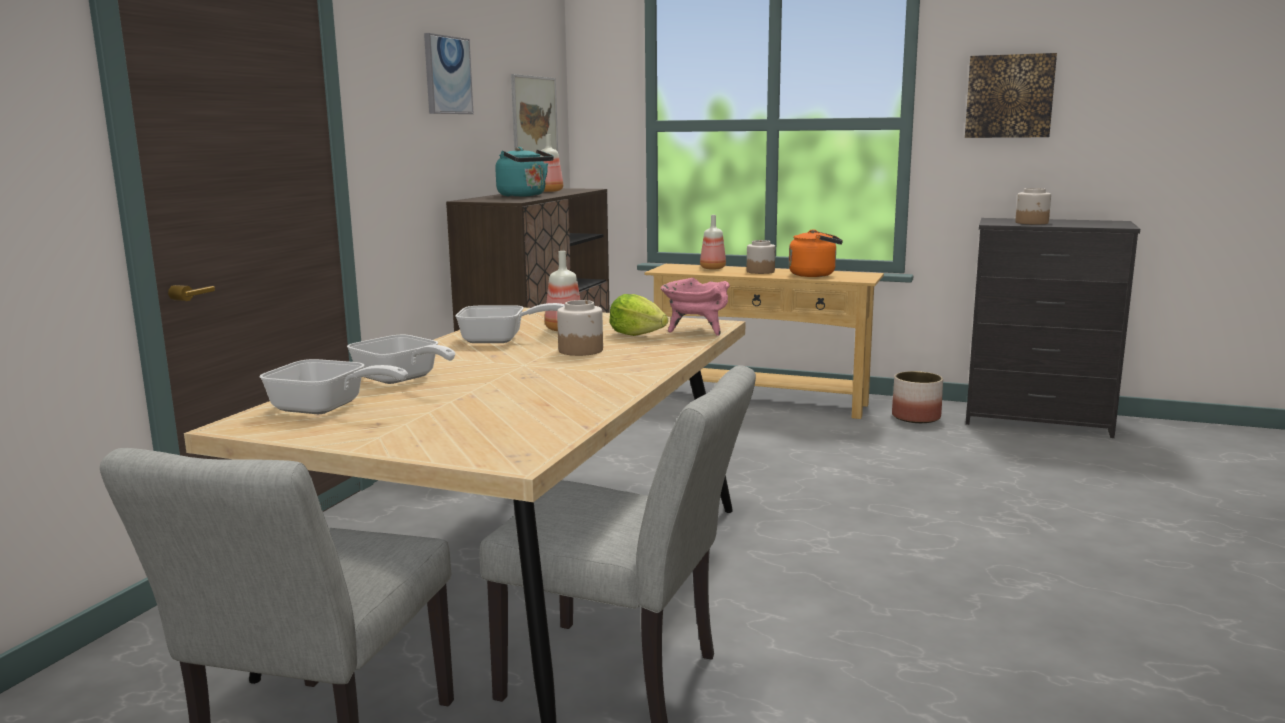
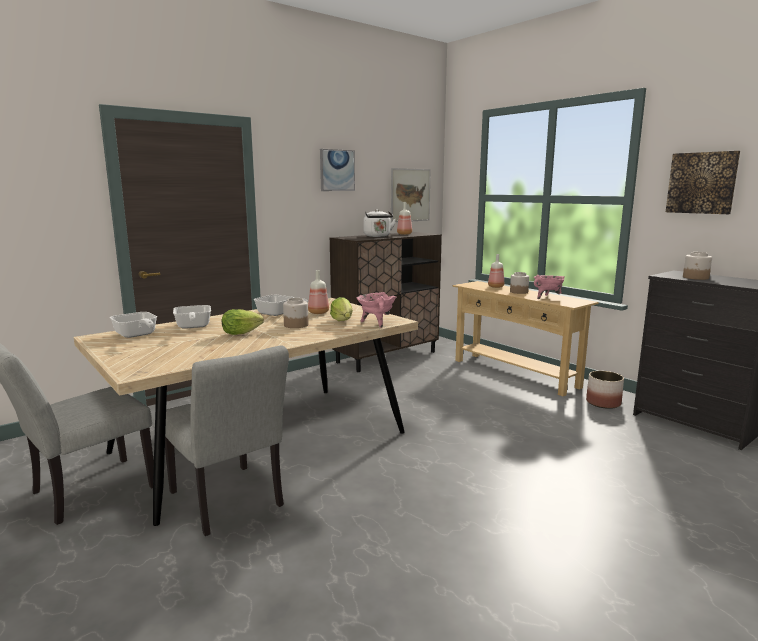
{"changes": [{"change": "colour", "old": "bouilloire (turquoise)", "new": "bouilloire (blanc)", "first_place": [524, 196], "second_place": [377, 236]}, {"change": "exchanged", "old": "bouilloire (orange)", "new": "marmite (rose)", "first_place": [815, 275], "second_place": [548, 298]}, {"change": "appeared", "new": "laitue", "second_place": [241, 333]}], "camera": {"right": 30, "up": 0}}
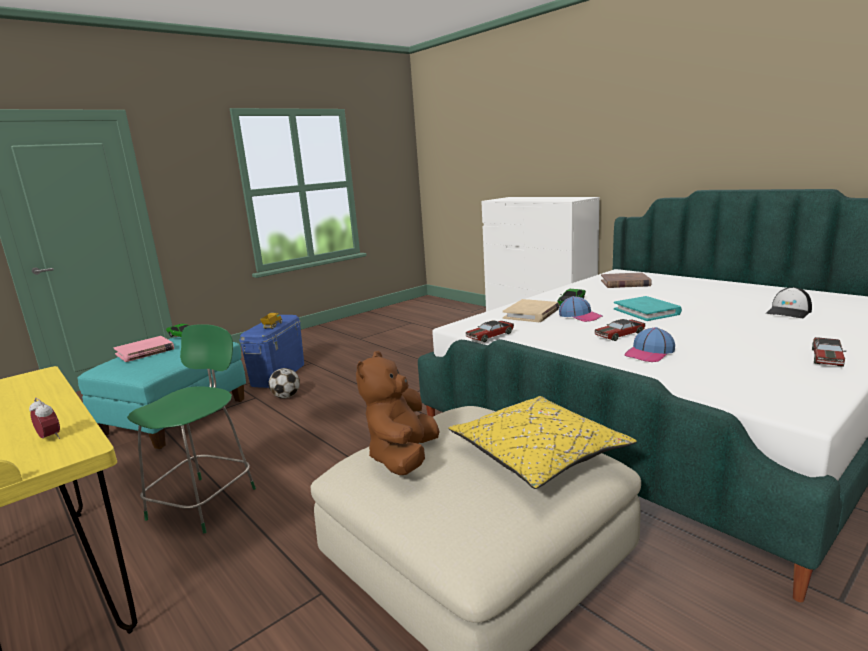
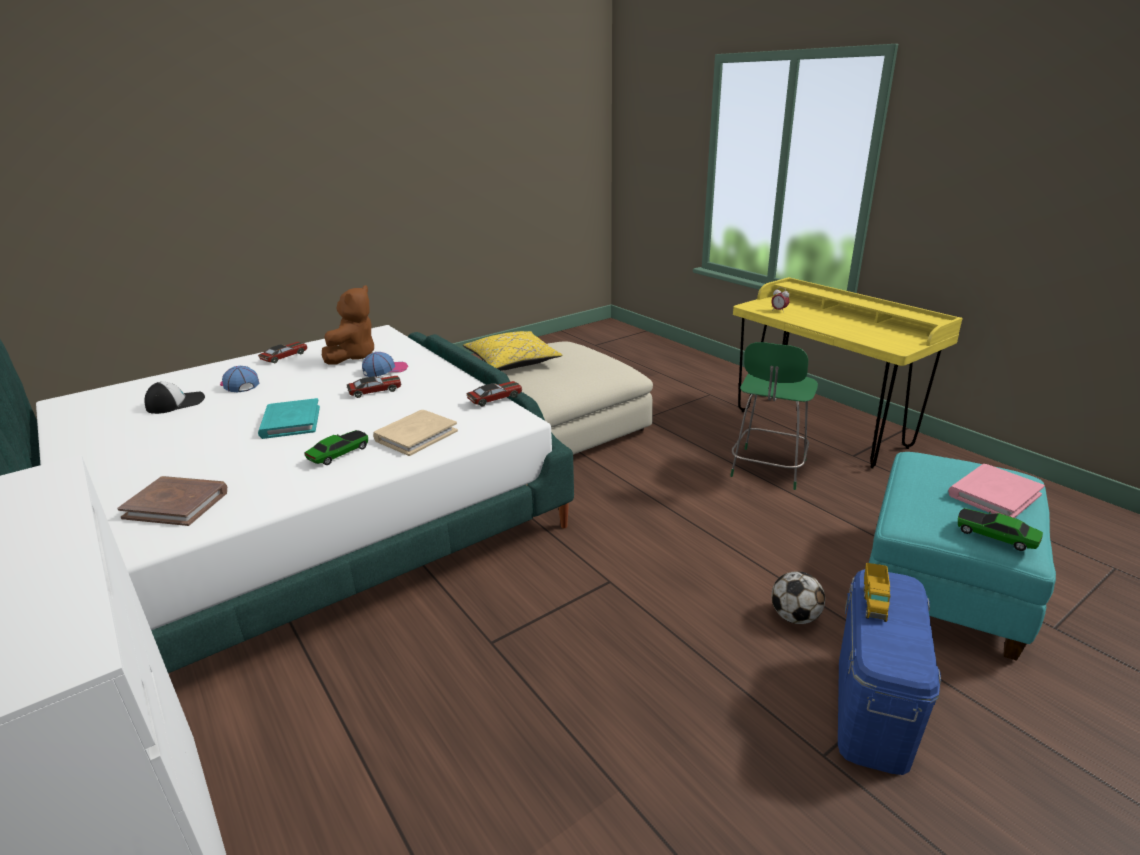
{"changes": [{"change": "relocated", "old": "casquette", "first_place": [580, 316], "second_place": [239, 384]}, {"change": "relocated", "old": "peluche (marron)", "first_place": [403, 458], "second_place": [353, 356]}], "camera": {"right": -175, "up": 10}}
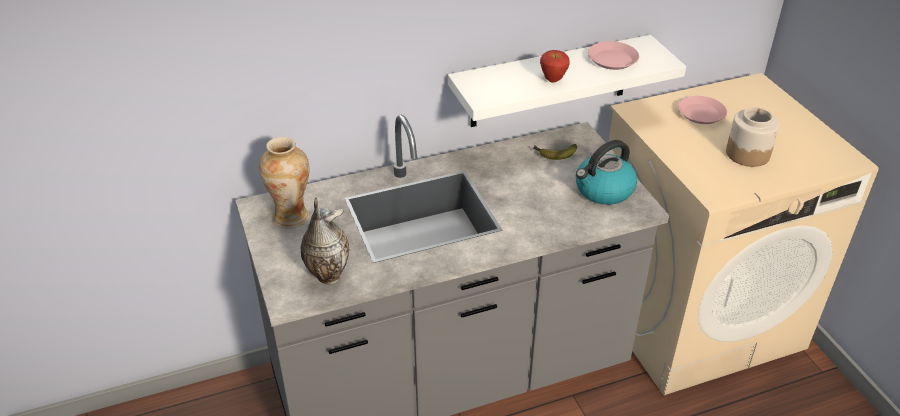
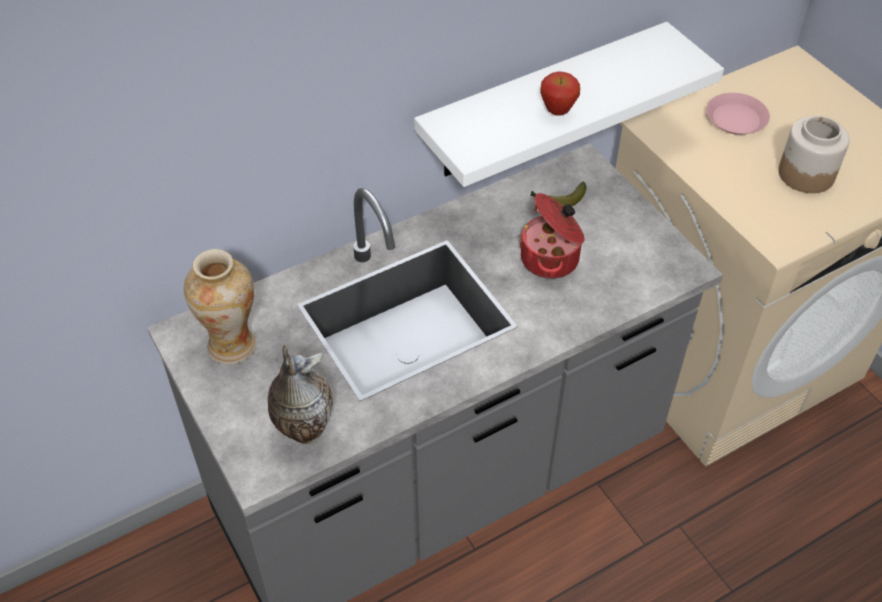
{"changes": [{"change": "missing", "old": "assiette (rose)", "first_place": [612, 59]}, {"change": "missing", "old": "bouilloire", "first_place": [603, 190]}, {"change": "appeared", "new": "marmite", "second_place": [551, 259]}], "camera": {"right": -10, "up": 10}}
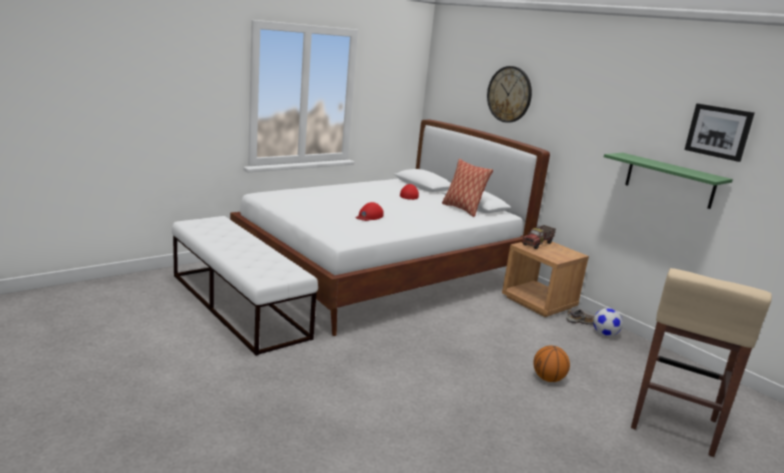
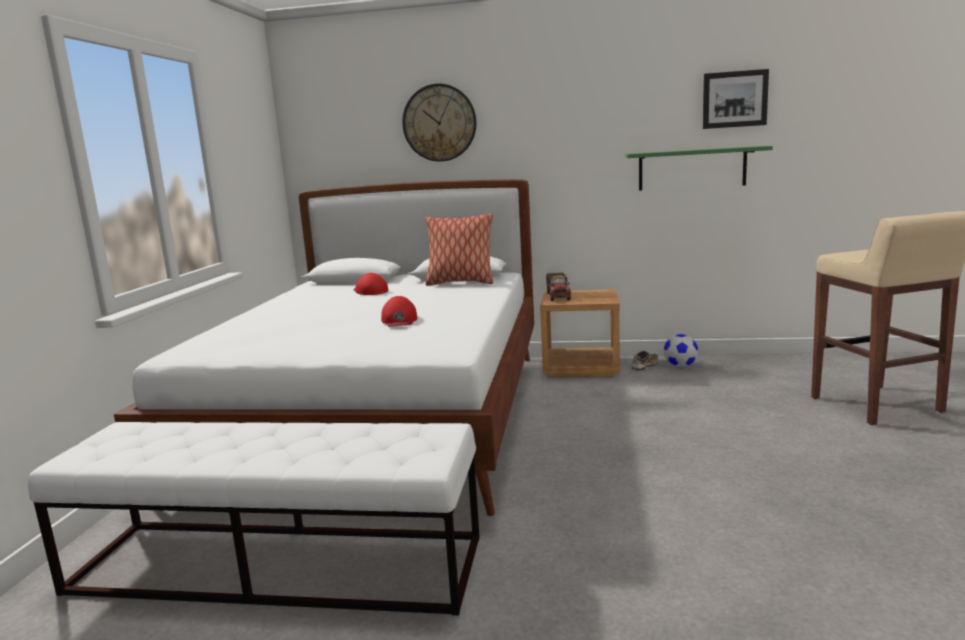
{"changes": [{"change": "missing", "old": "ballon de basket", "first_place": [548, 379]}], "camera": {"right": -40, "up": -5}}
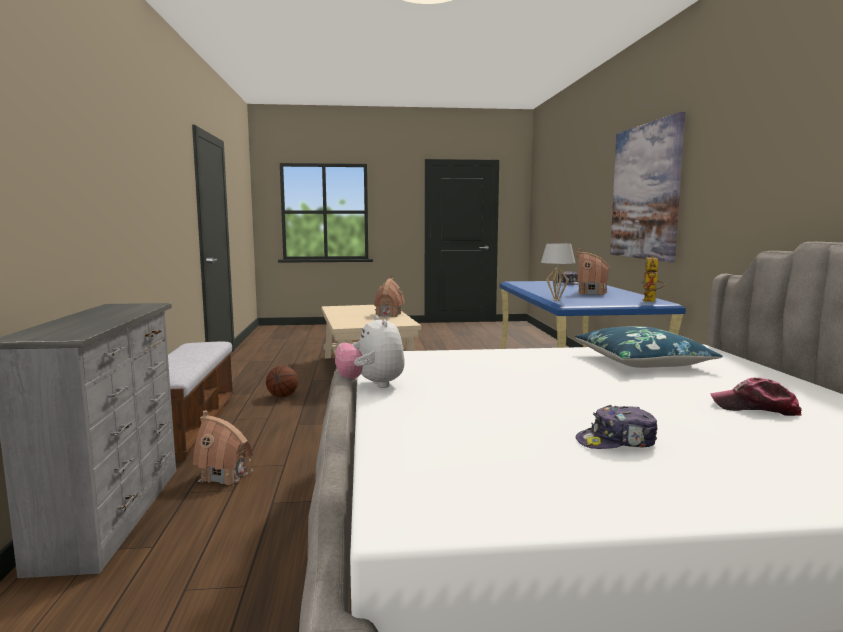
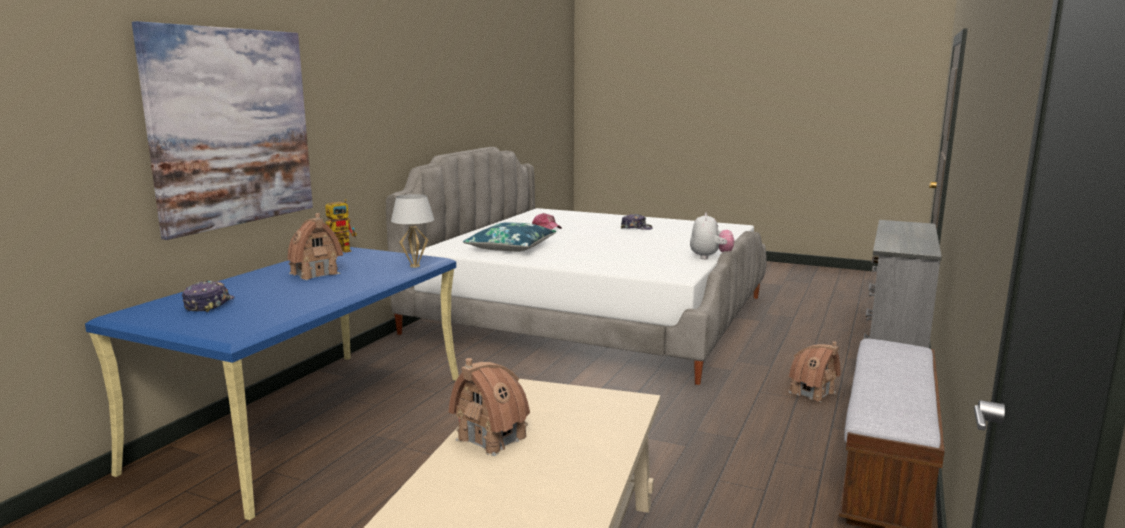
{"changes": [{"change": "missing", "old": "ballon de basket", "first_place": [282, 396]}], "camera": {"right": -150, "up": 5}}
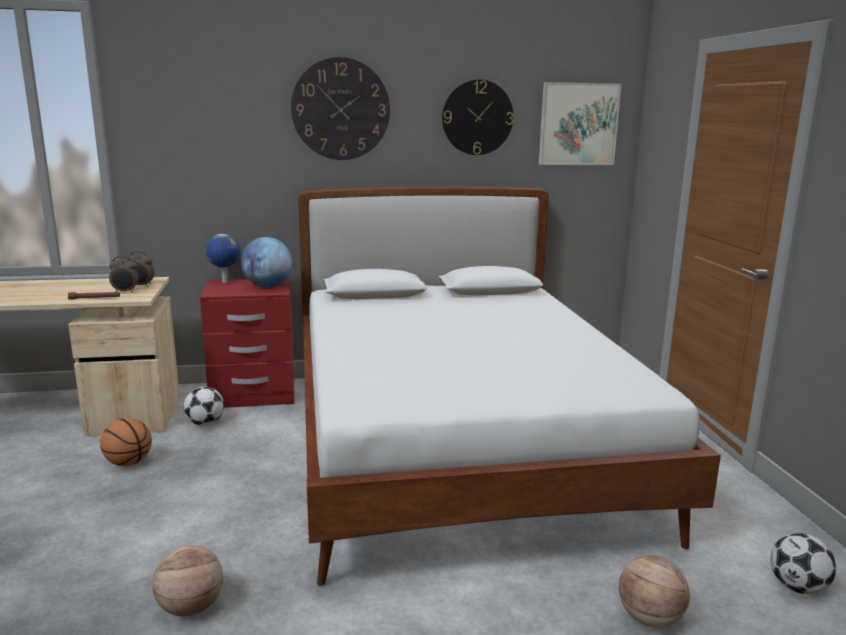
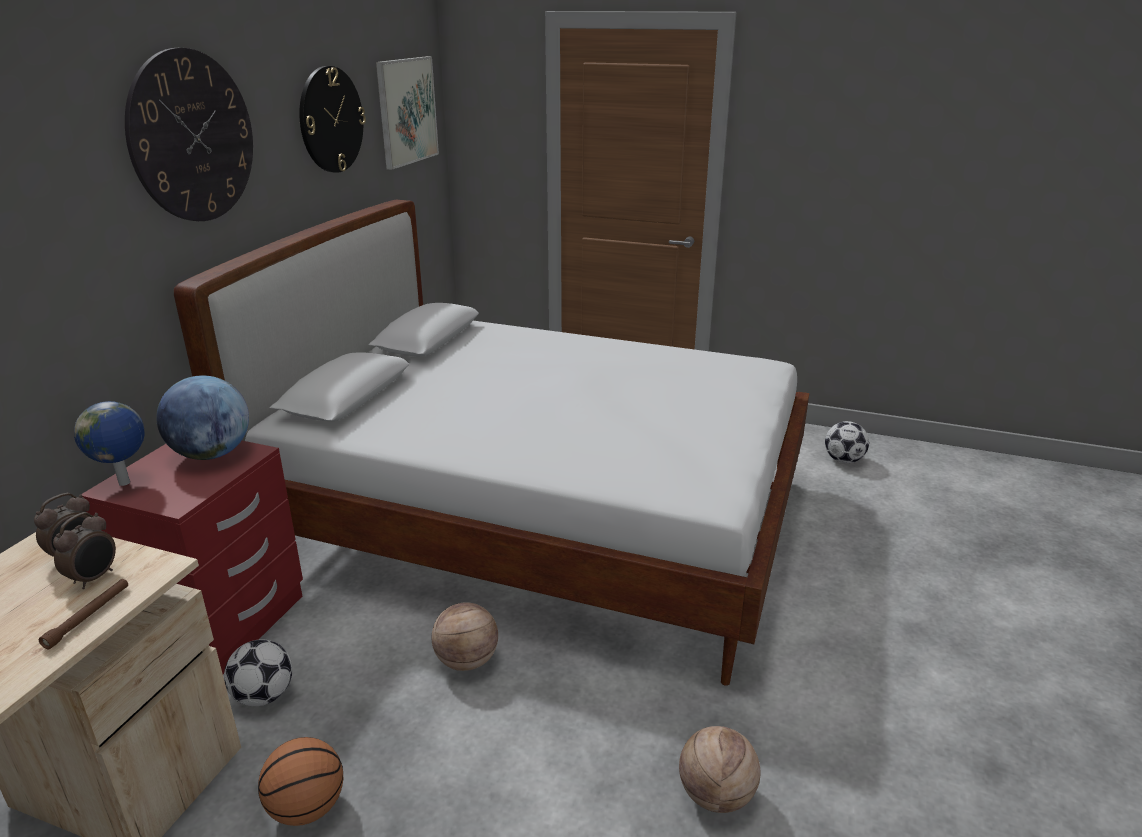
{"changes": [{"change": "relocated", "old": "ballon de basket", "first_place": [649, 618], "second_place": [466, 661]}], "camera": {"right": -60, "up": 10}}
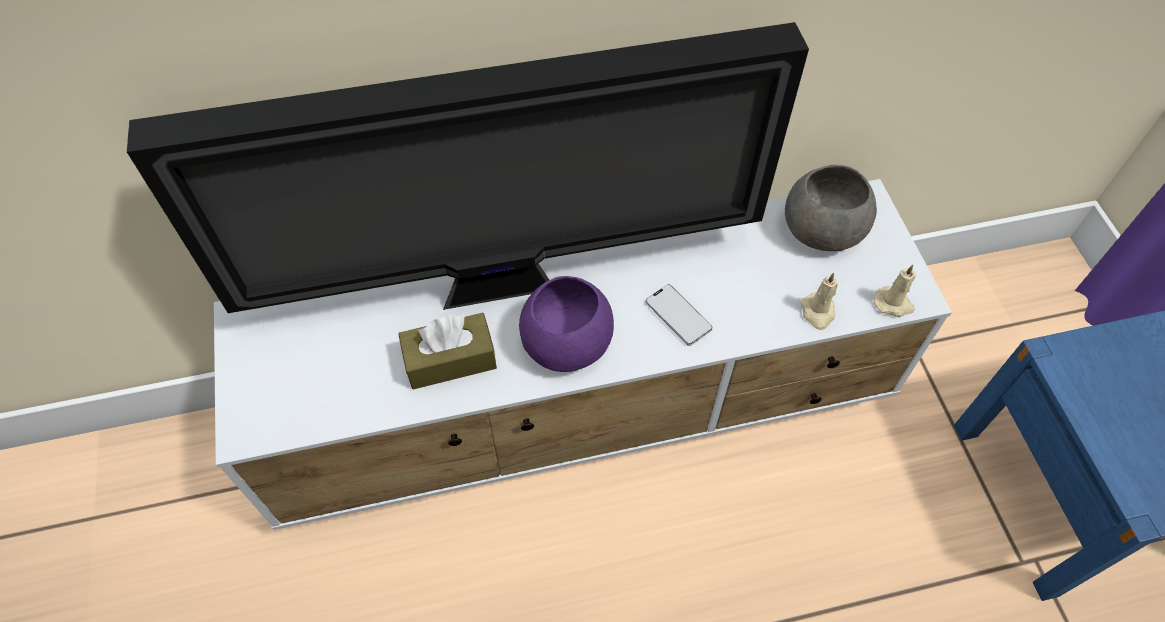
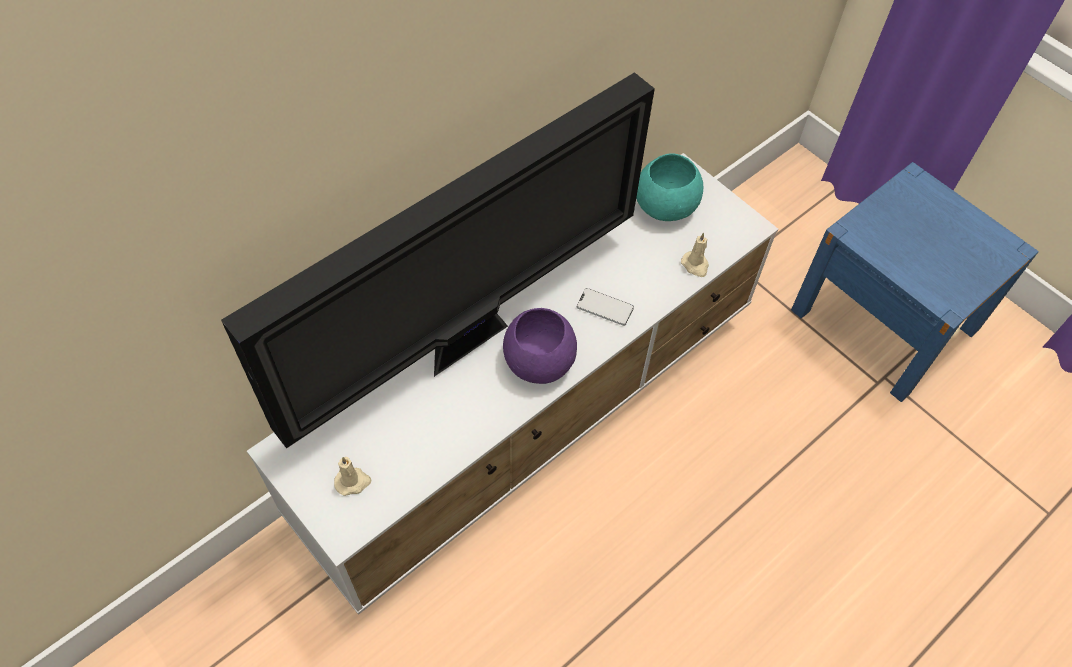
{"changes": [{"change": "colour", "old": "bol (gris)", "new": "bol (turquoise)", "first_place": [821, 229], "second_place": [665, 205]}, {"change": "relocated", "old": "bougie (beige)", "first_place": [893, 304], "second_place": [353, 482]}, {"change": "missing", "old": "boîte à mouchoirs (marron)", "first_place": [450, 360]}], "camera": {"right": -30, "up": 0}}
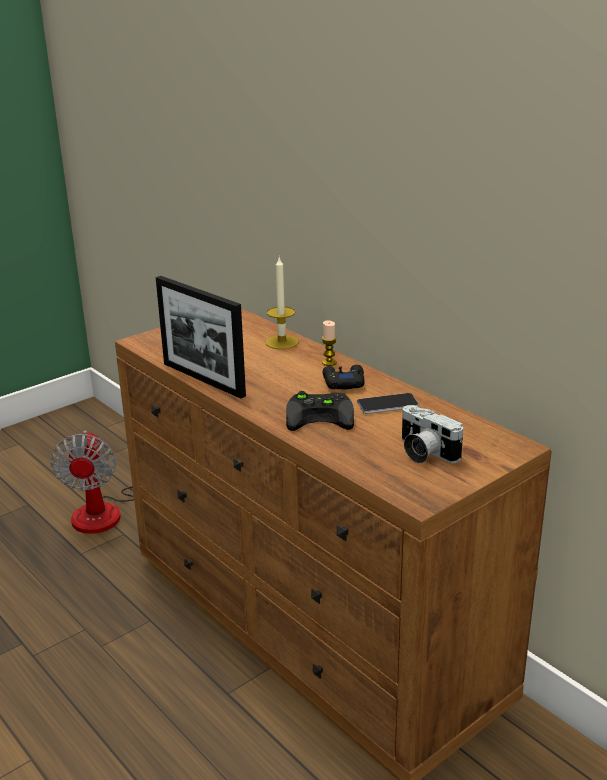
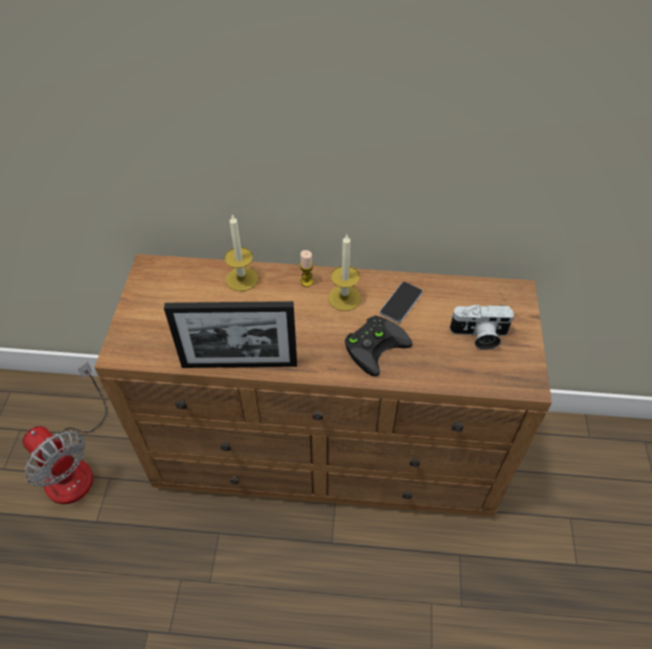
{"changes": [{"change": "exchanged", "old": "manette (noir)", "new": "bougie", "first_place": [343, 382], "second_place": [344, 298]}], "camera": {"right": -45, "up": 25}}
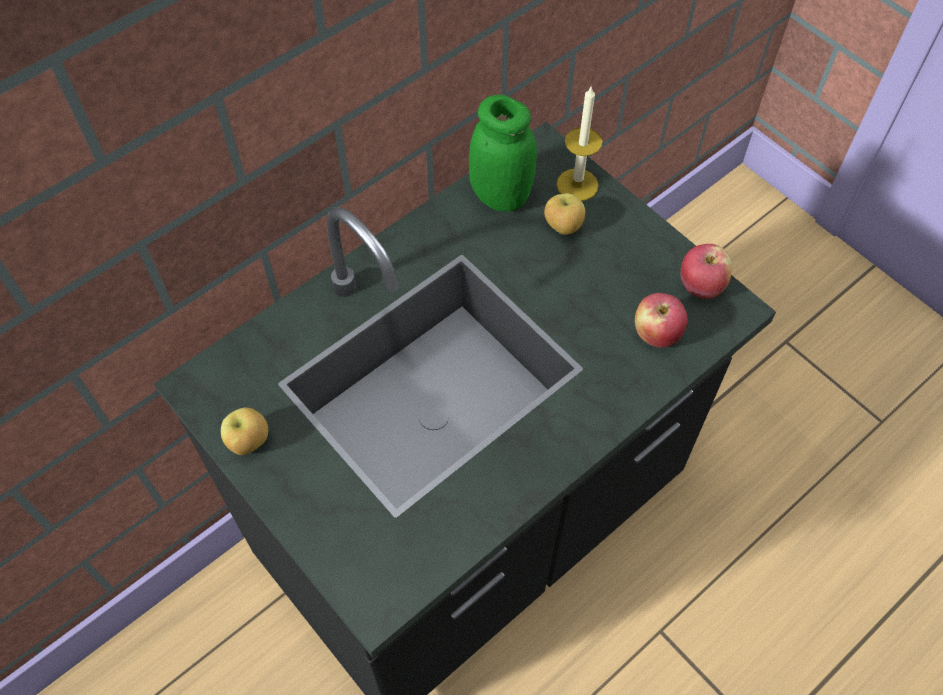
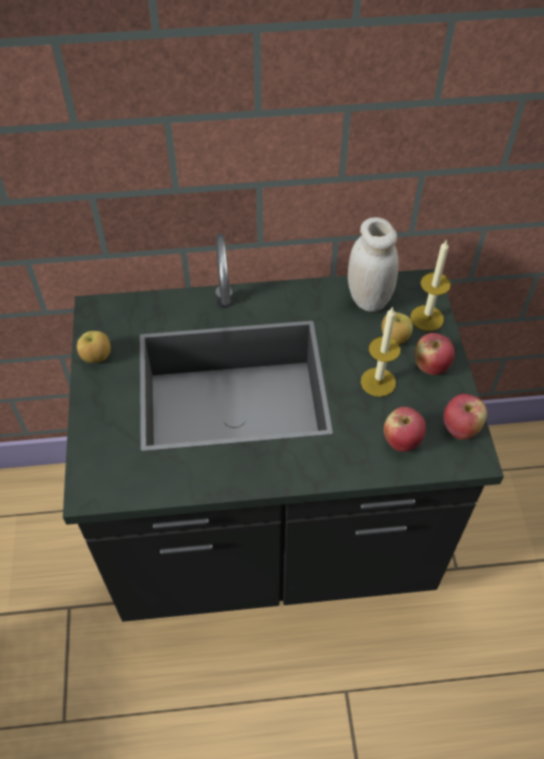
{"changes": [{"change": "colour", "old": "bocal (vert)", "new": "bocal (blanc)", "first_place": [500, 196], "second_place": [368, 299]}, {"change": "appeared", "new": "bougie", "second_place": [378, 382]}, {"change": "appeared", "new": "pomme", "second_place": [430, 366]}], "camera": {"right": 35, "up": -5}}
